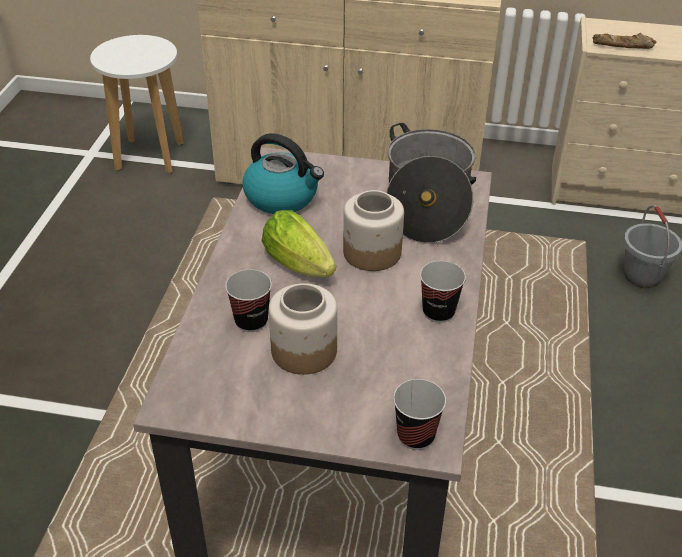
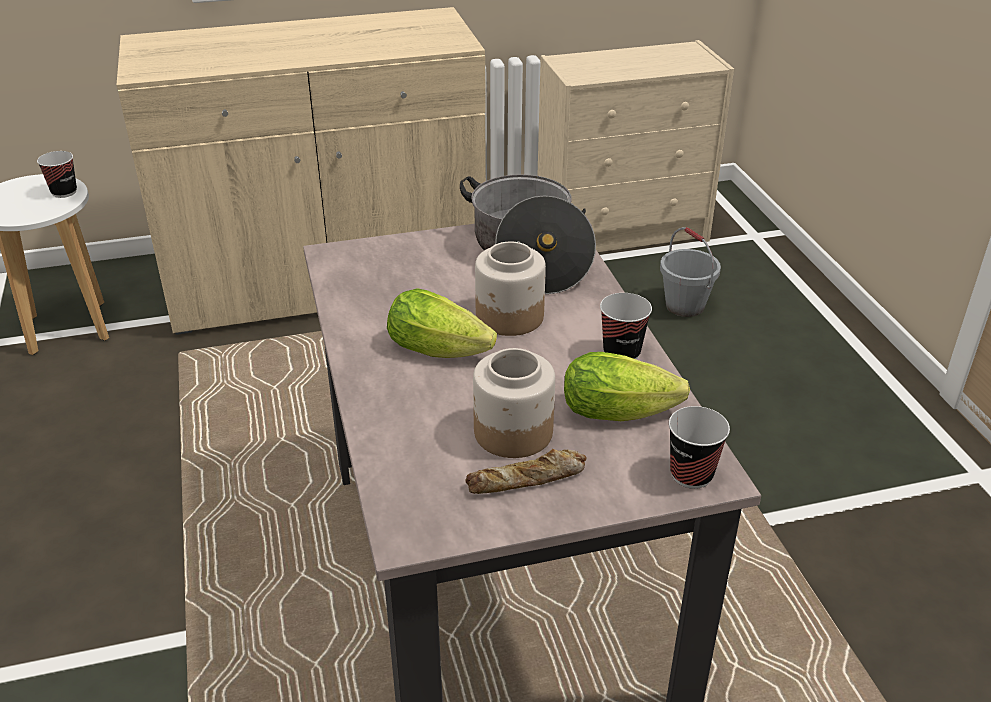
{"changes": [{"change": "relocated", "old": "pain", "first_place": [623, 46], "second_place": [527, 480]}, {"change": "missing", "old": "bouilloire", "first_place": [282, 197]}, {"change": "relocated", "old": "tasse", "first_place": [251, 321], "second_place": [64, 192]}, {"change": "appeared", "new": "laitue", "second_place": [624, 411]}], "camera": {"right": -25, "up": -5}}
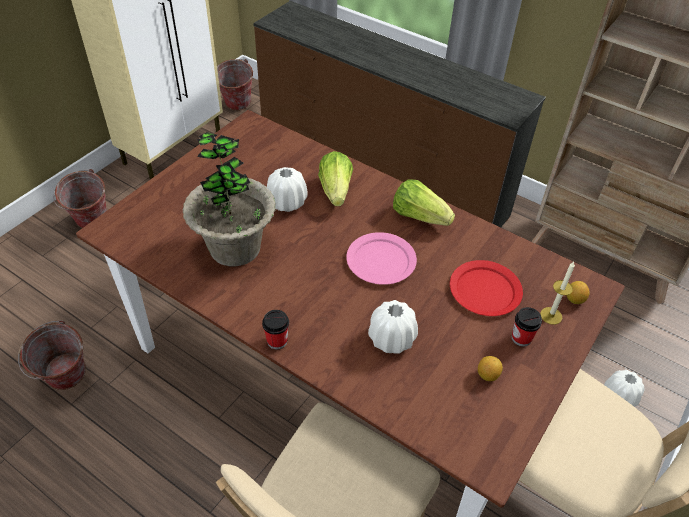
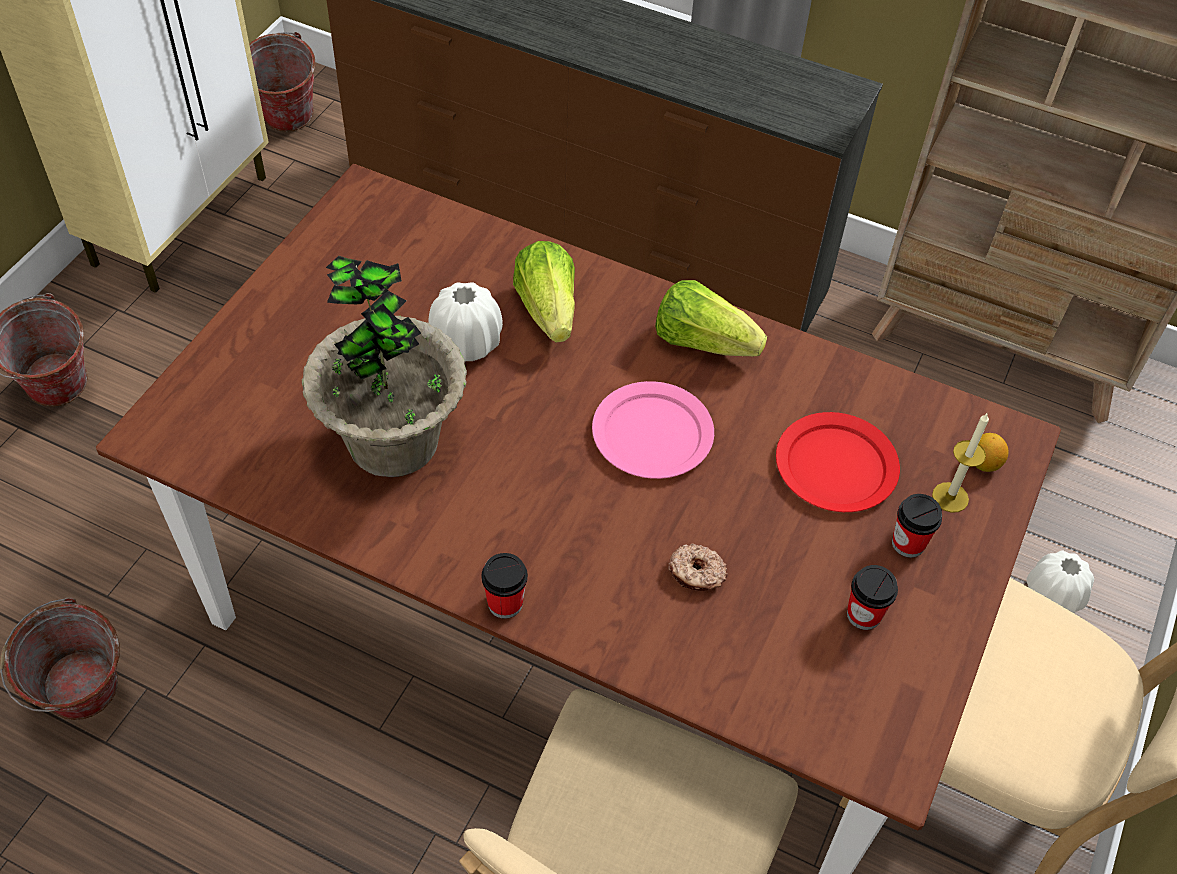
{"changes": [{"change": "exchanged", "old": "vase (blanc)", "new": "beignet", "first_place": [391, 339], "second_place": [696, 573]}, {"change": "exchanged", "old": "citron", "new": "tasse", "first_place": [487, 375], "second_place": [863, 614]}], "camera": {"right": -10, "up": 5}}
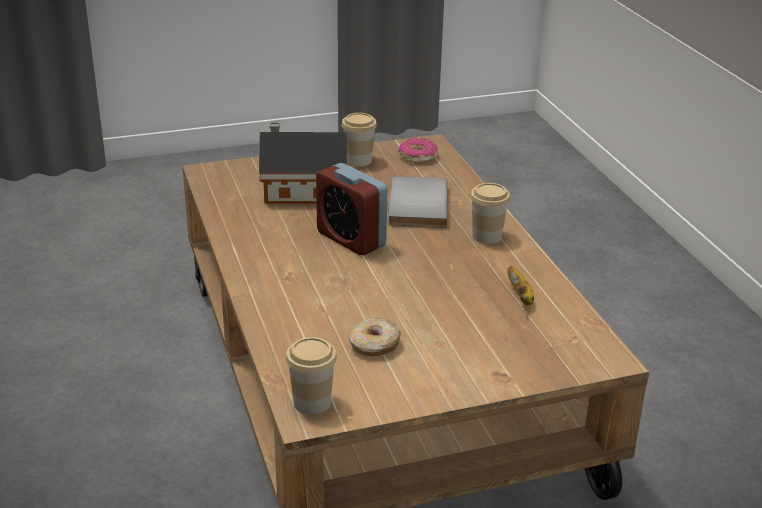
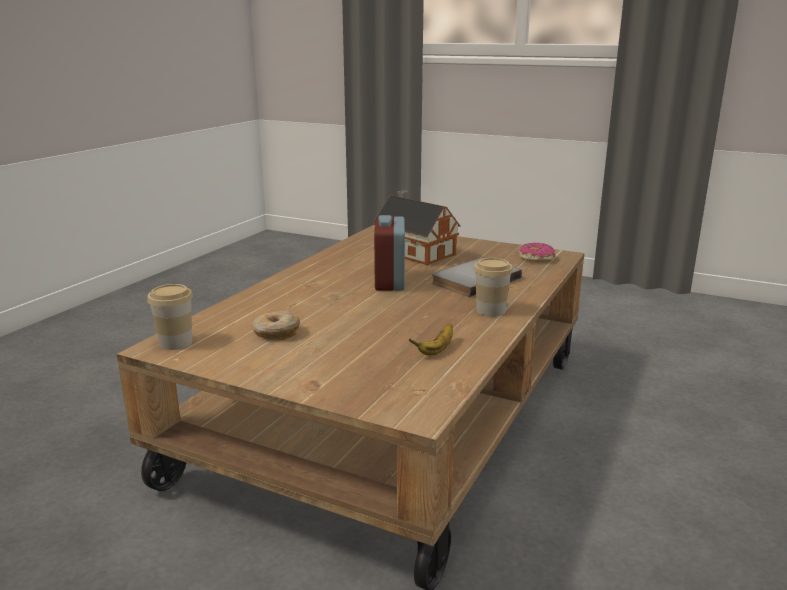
{"changes": [{"change": "missing", "old": "tasse", "first_place": [358, 160]}], "camera": {"right": 45, "up": -10}}
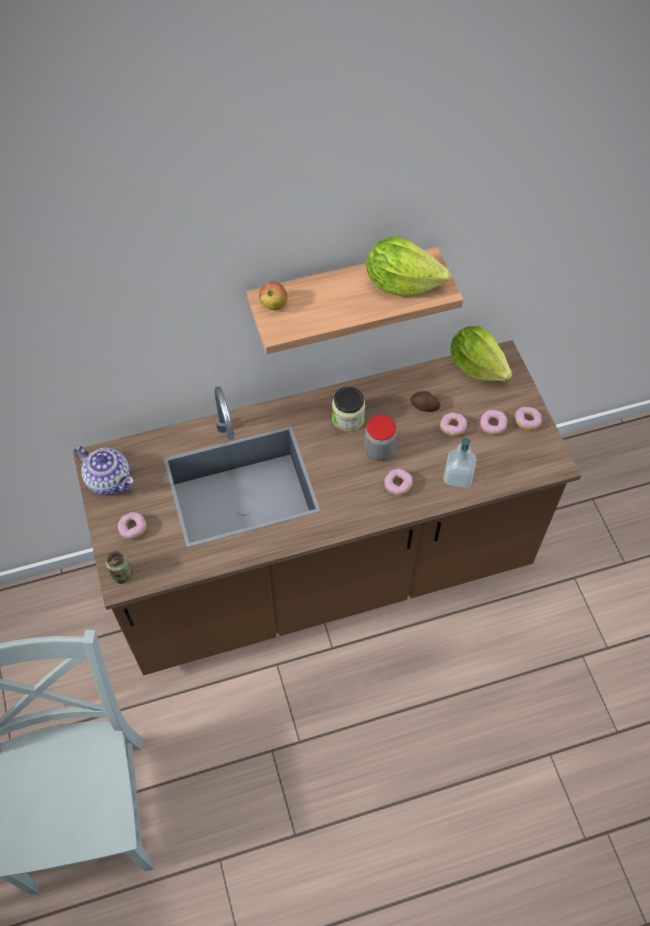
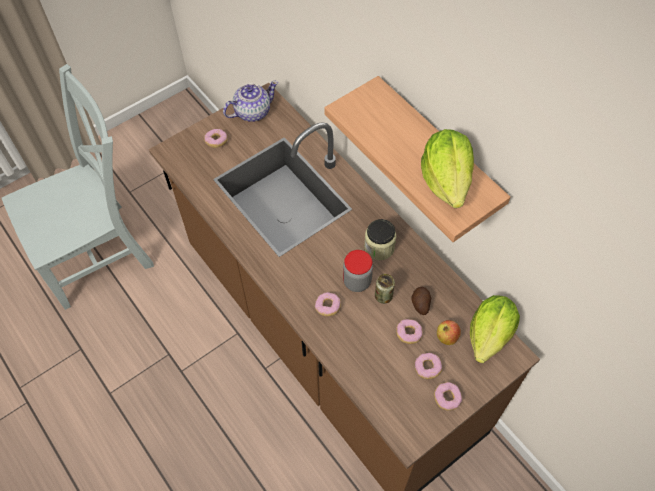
{"changes": [{"change": "relocated", "old": "pomme", "first_place": [274, 304], "second_place": [447, 337]}, {"change": "missing", "old": "distributeur de savon", "first_place": [458, 476]}, {"change": "spun", "old": "théière", "first_place": [109, 479], "second_place": [252, 112], "degrees": -135}, {"change": "relocated", "old": "boîte métallique", "first_place": [122, 575], "second_place": [383, 296]}], "camera": {"right": 70, "up": 0}}
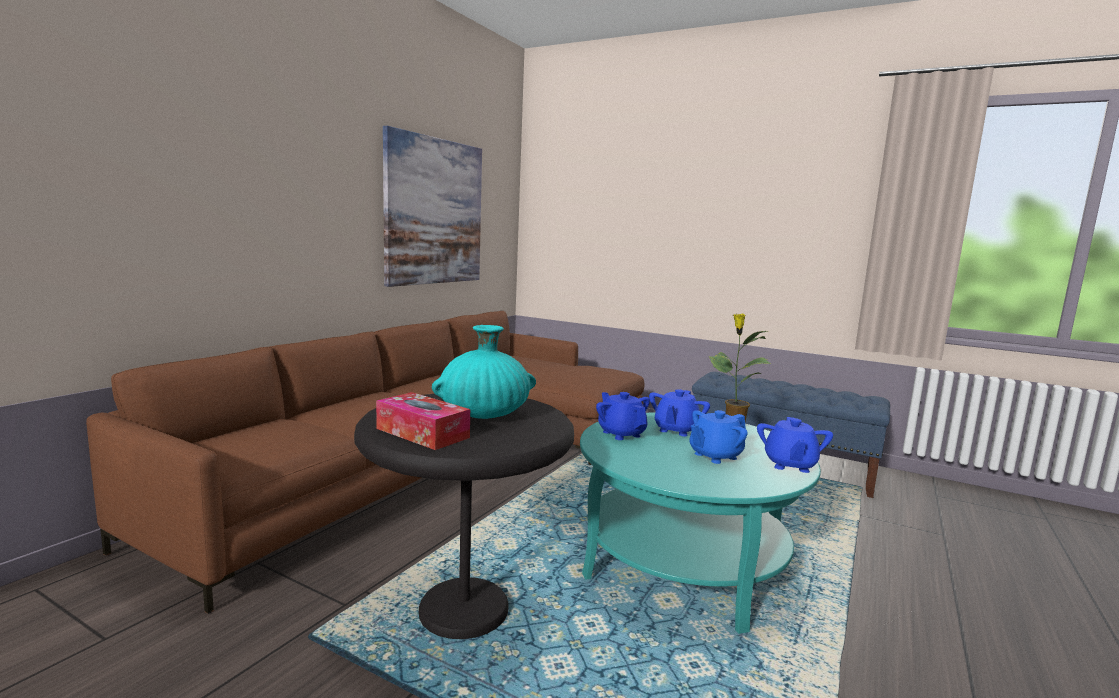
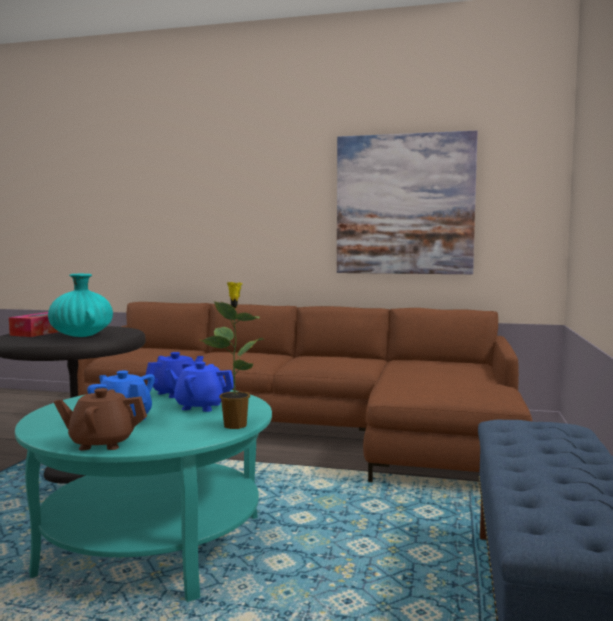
{"changes": [{"change": "colour", "old": "théière (bleu)", "new": "théière (marron)", "first_place": [789, 465], "second_place": [102, 443]}], "camera": {"right": 75, "up": -5}}
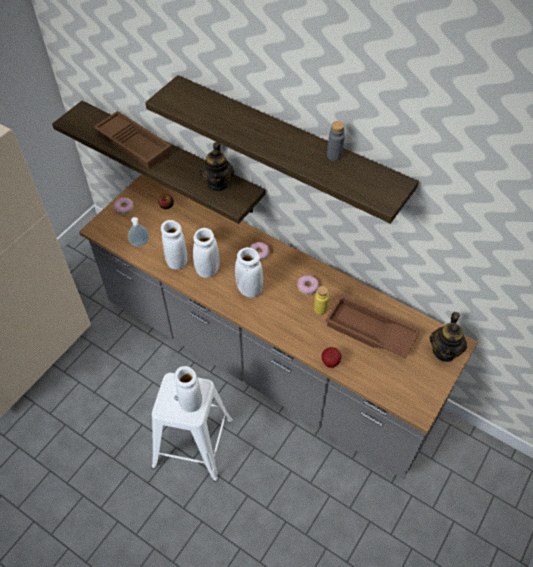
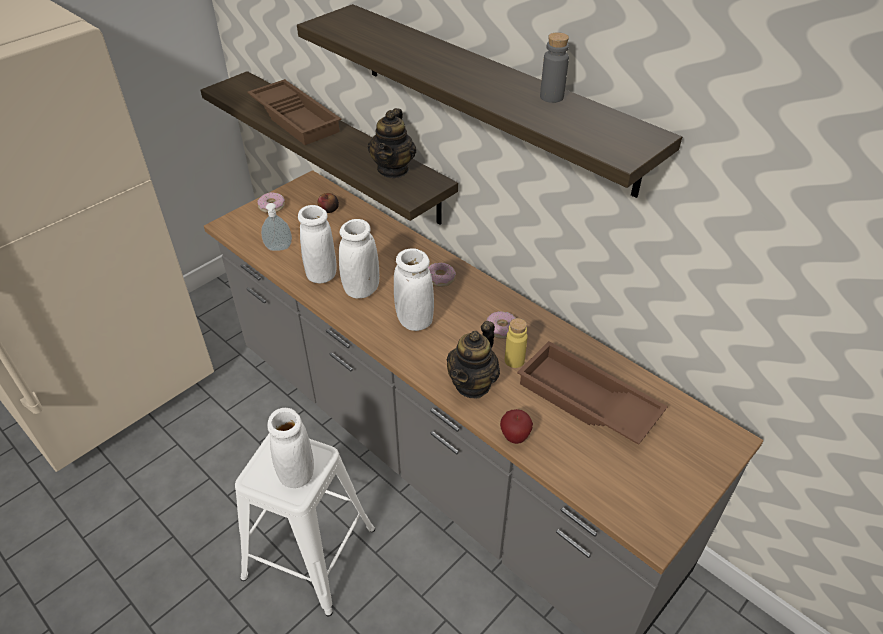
{"changes": [{"change": "relocated", "old": "théière", "first_place": [444, 351], "second_place": [473, 384]}], "camera": {"right": 10, "up": -10}}
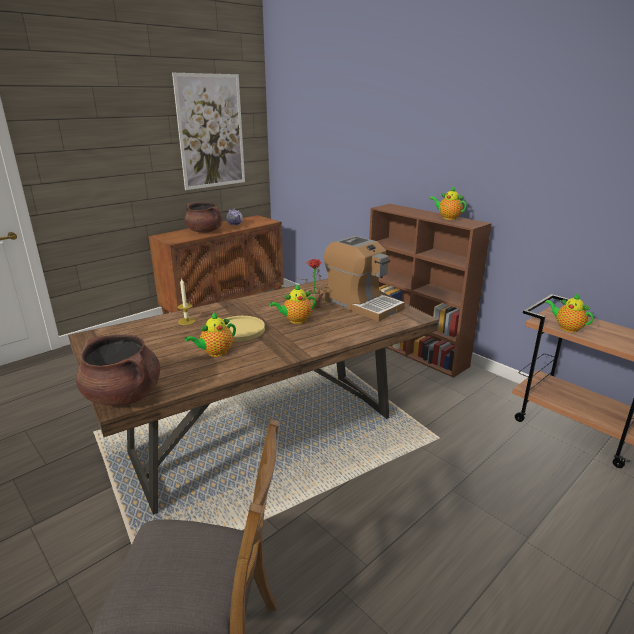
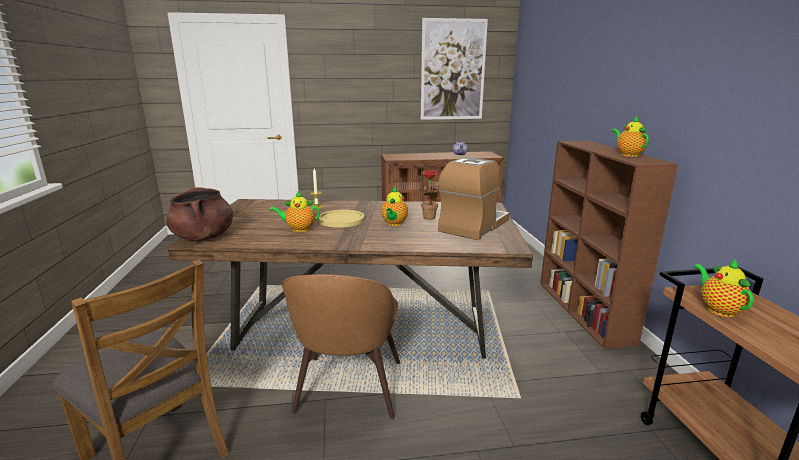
{"changes": [{"change": "missing", "old": "marmite (marron)", "first_place": [205, 231]}, {"change": "spun", "old": "machine à café", "first_place": [362, 304], "second_place": [473, 226], "degrees": -135}, {"change": "spun", "old": "théière", "first_place": [295, 320], "second_place": [394, 224], "degrees": -90}, {"change": "appeared", "new": "chaise (marron)", "second_place": [349, 389]}], "camera": {"right": 35, "up": -5}}
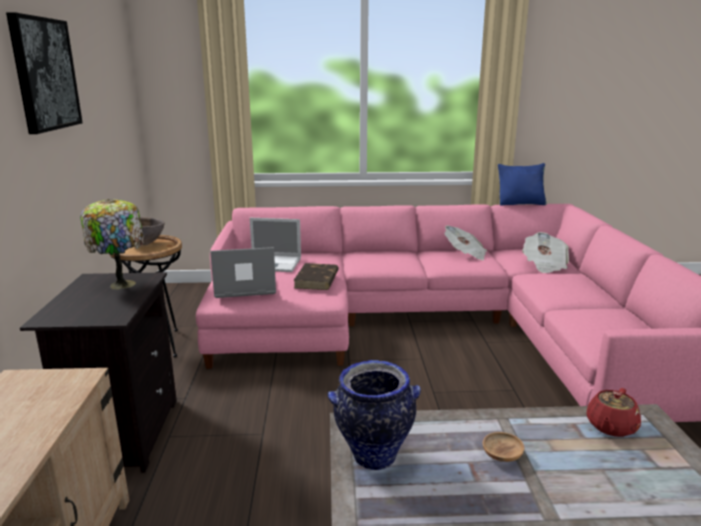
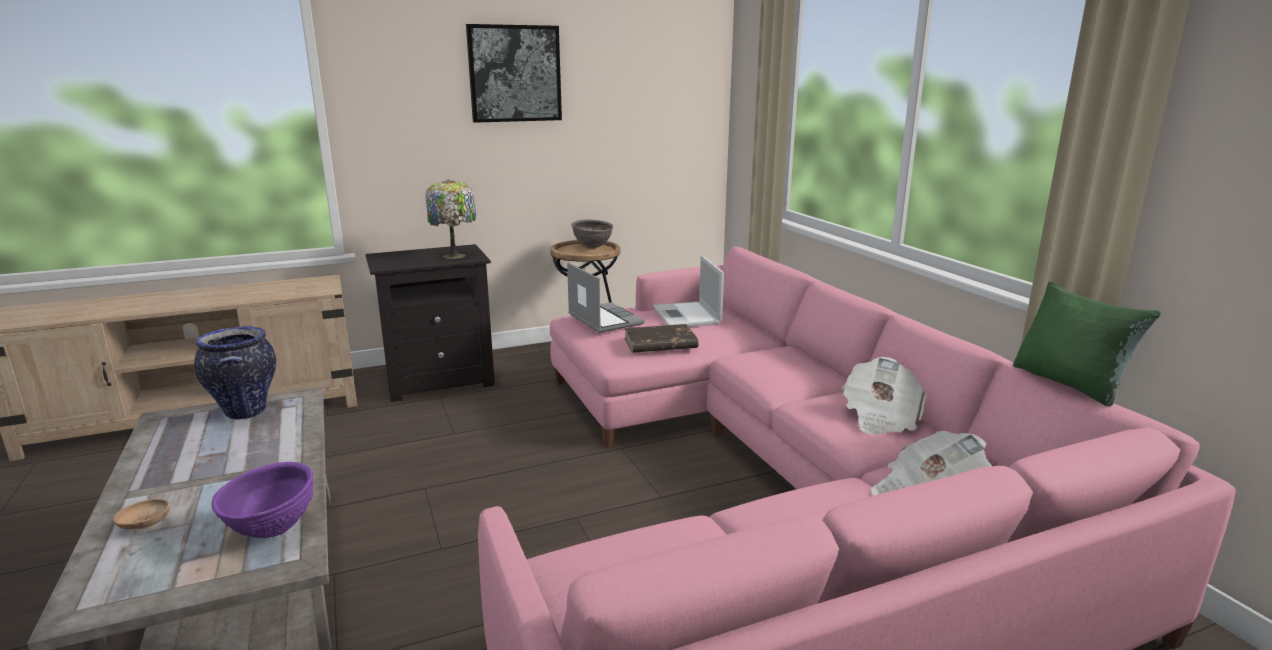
{"changes": [{"change": "colour", "old": "coussin (bleu)", "new": "coussin (vert)", "first_place": [521, 204], "second_place": [1070, 384]}, {"change": "exchanged", "old": "théière (rouge)", "new": "bol (violet)", "first_place": [610, 427], "second_place": [272, 531]}, {"change": "relocated", "old": "bol (marron)", "first_place": [502, 456], "second_place": [145, 525]}], "camera": {"right": 70, "up": 0}}
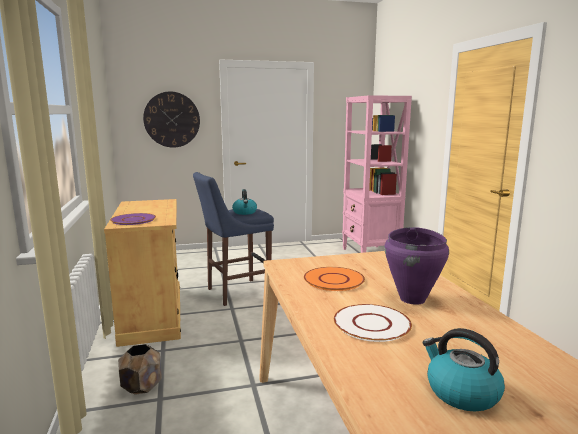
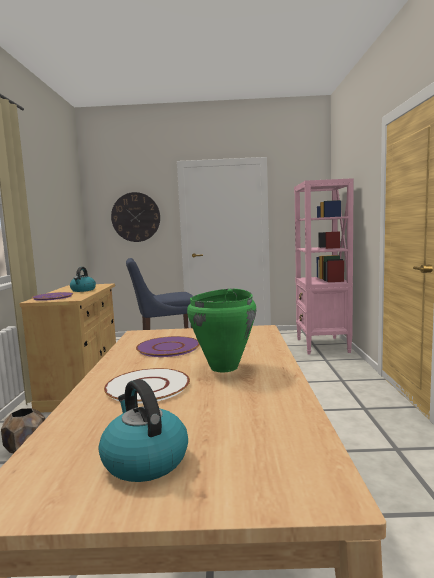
{"changes": [{"change": "relocated", "old": "bouilloire", "first_place": [245, 212], "second_place": [83, 290]}, {"change": "colour", "old": "marmite (violet)", "new": "marmite (vert)", "first_place": [413, 299], "second_place": [224, 367]}, {"change": "colour", "old": "assiette (orange)", "new": "assiette (violet)", "first_place": [333, 280], "second_place": [168, 348]}], "camera": {"right": 15, "up": -5}}
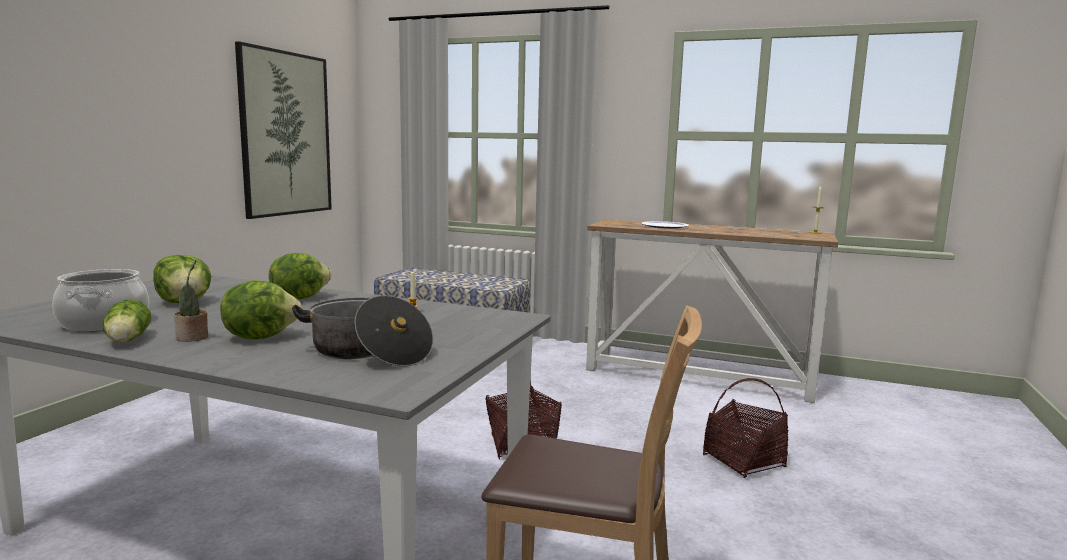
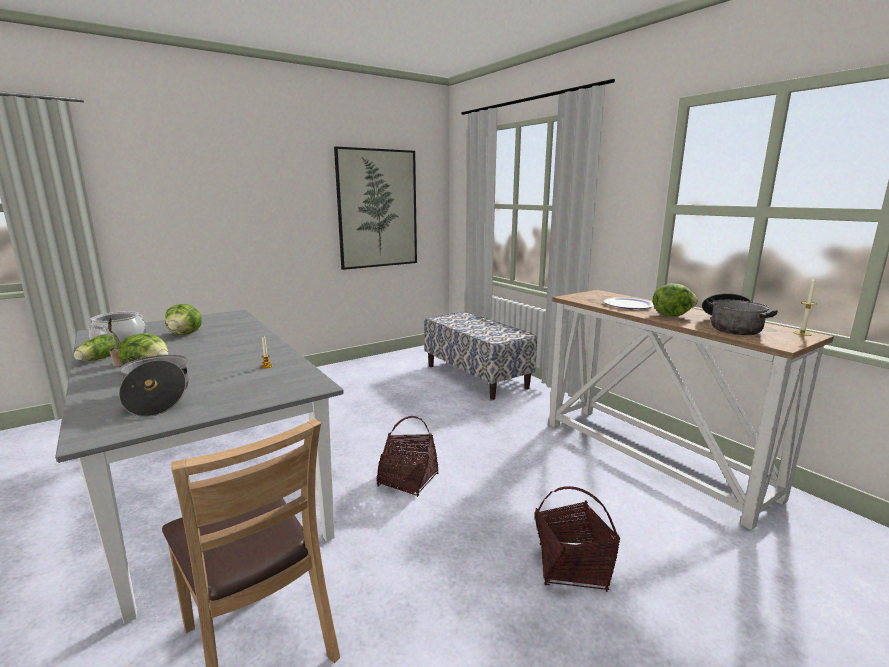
{"changes": [{"change": "relocated", "old": "laitue", "first_place": [299, 298], "second_place": [671, 315]}, {"change": "appeared", "new": "marmite", "second_place": [731, 327]}], "camera": {"right": 35, "up": 5}}
